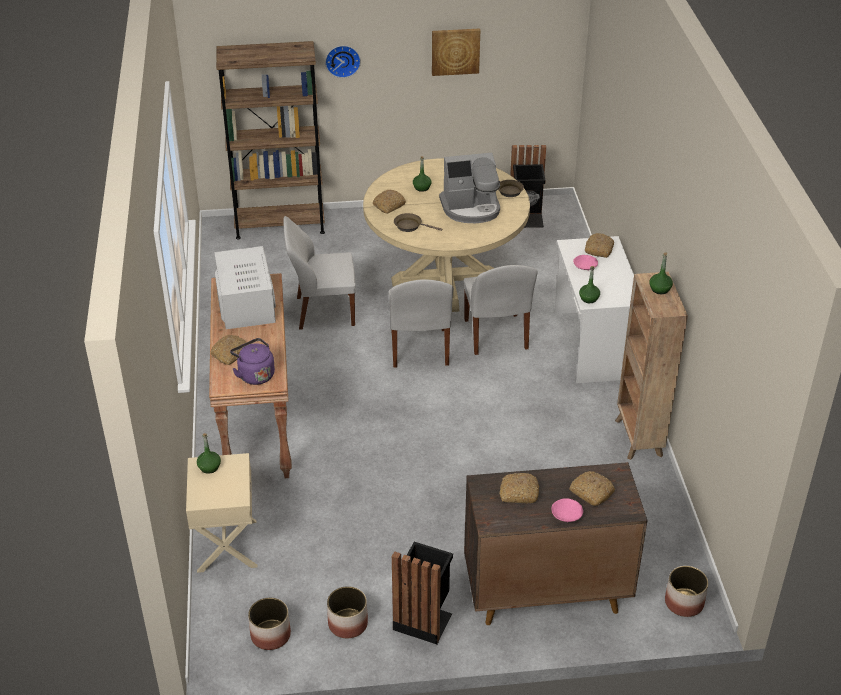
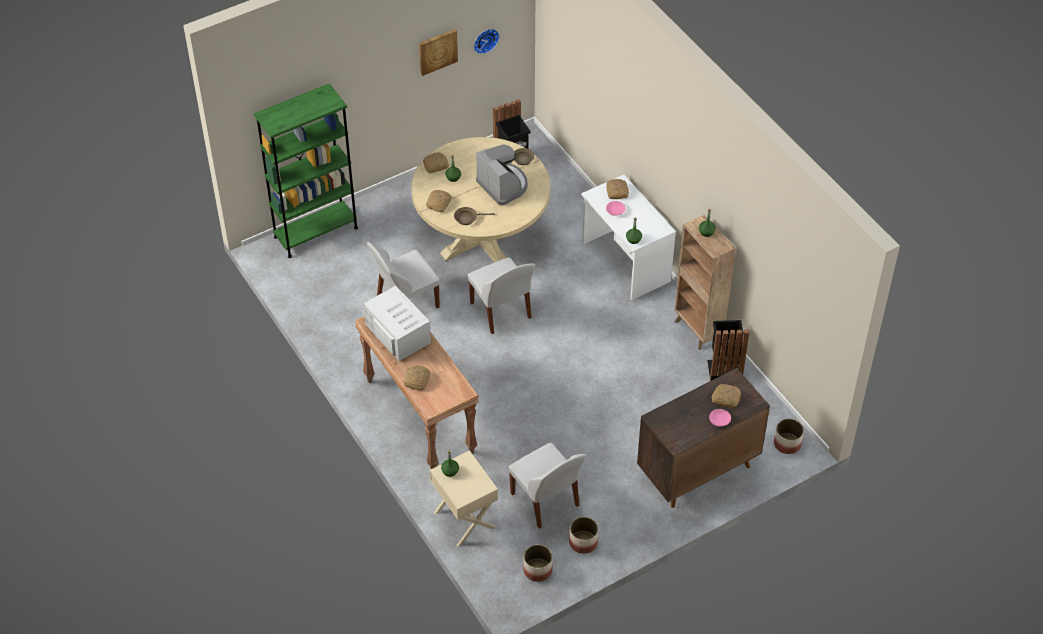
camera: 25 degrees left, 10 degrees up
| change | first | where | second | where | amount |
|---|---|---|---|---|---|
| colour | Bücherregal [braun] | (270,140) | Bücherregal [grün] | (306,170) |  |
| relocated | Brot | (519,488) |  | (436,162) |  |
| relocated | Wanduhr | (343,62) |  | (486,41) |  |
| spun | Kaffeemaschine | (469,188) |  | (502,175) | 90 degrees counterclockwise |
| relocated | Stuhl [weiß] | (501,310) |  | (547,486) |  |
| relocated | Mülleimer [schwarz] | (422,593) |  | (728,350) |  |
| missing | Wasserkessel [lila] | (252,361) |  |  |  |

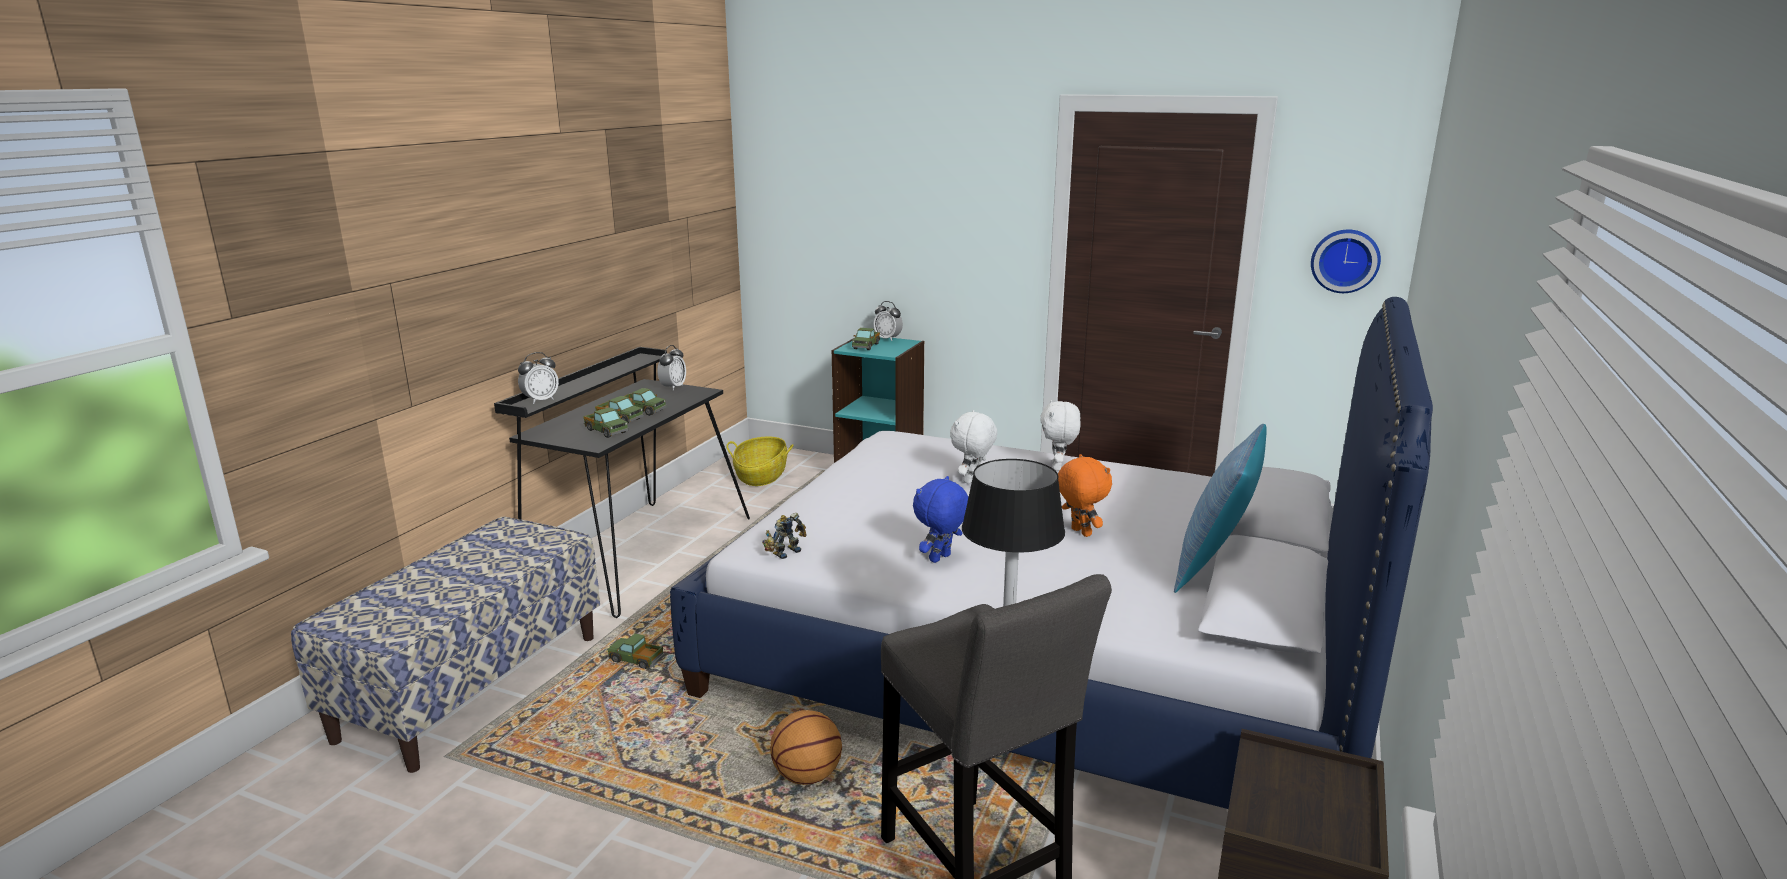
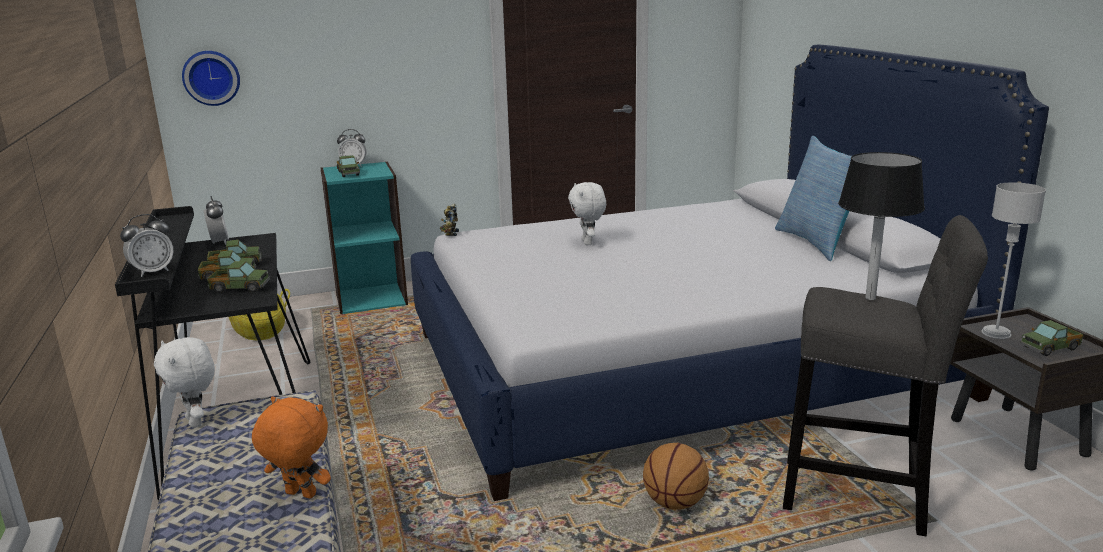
camera: 40 degrees left, 0 degrees up
| change | first | where | second | where | amount |
|---|---|---|---|---|---|
| spun | Wecker | (538,378) |  | (147,245) | 45 degrees clockwise |
| relocated | Plüschtier [weiß] | (1060,435) |  | (184,382) |  |
| relocated | Wanduhr | (1346,261) |  | (211,78) |  |
| relocated | Plüschtier [orange] | (1085,495) |  | (291,448) |  |
| relocated | Spielzeugroboter | (784,536) |  | (449,220) |  |
| appeared |  |  | Tischlampe [grau] | (1013,260) |  |
| relocated | Spielzeuglaster | (635,651) |  | (1052,338) |  |
| missing | Plüschtier [blau] | (940,519) |  |  |  |

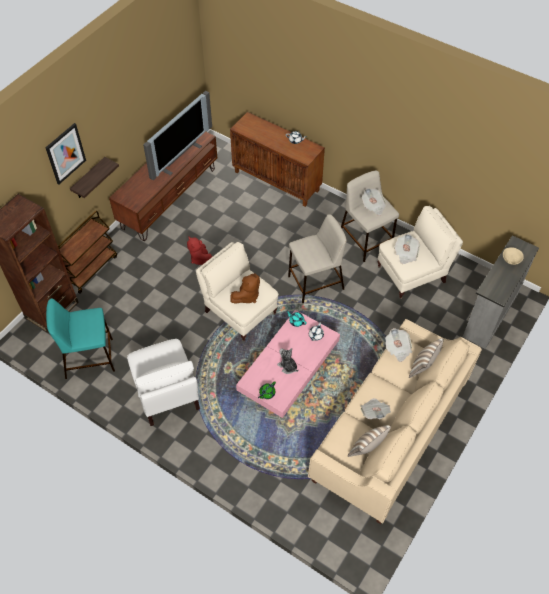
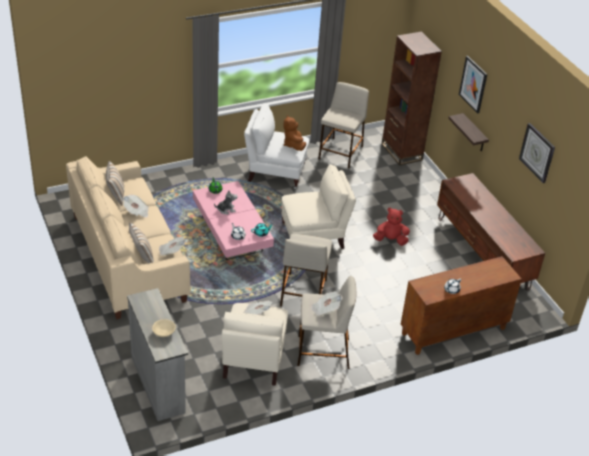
camera: 120 degrees right, 15 degrees down
| change | first | where | second | where | amount |
|---|---|---|---|---|---|
| relocated | Plüschtier [braun] | (245,288) |  | (294,133) |  |
| colour | Hocker [türkis] | (80,338) | Hocker [beige] | (344,125) |  |
| appeared |  |  | Wanduhr | (537,153) |  |
| missing | Rollwagen [braun] | (87,252) |  |  |  |
| missing | Fernseher | (177,135) |  |  |  |

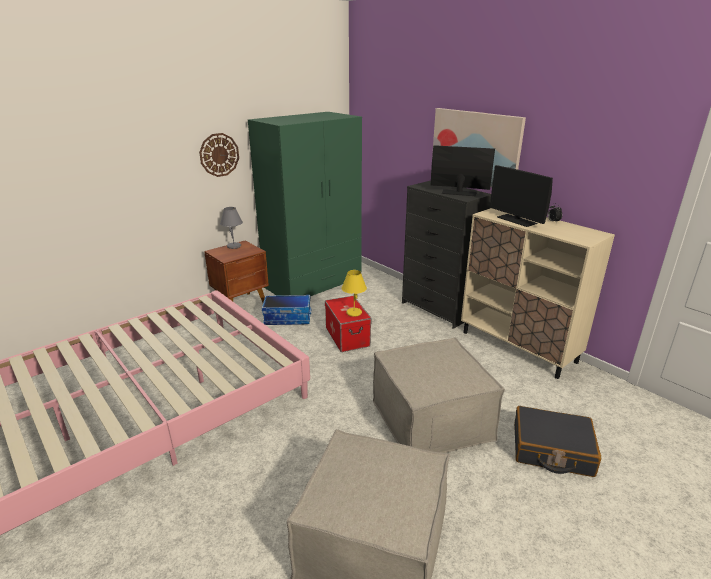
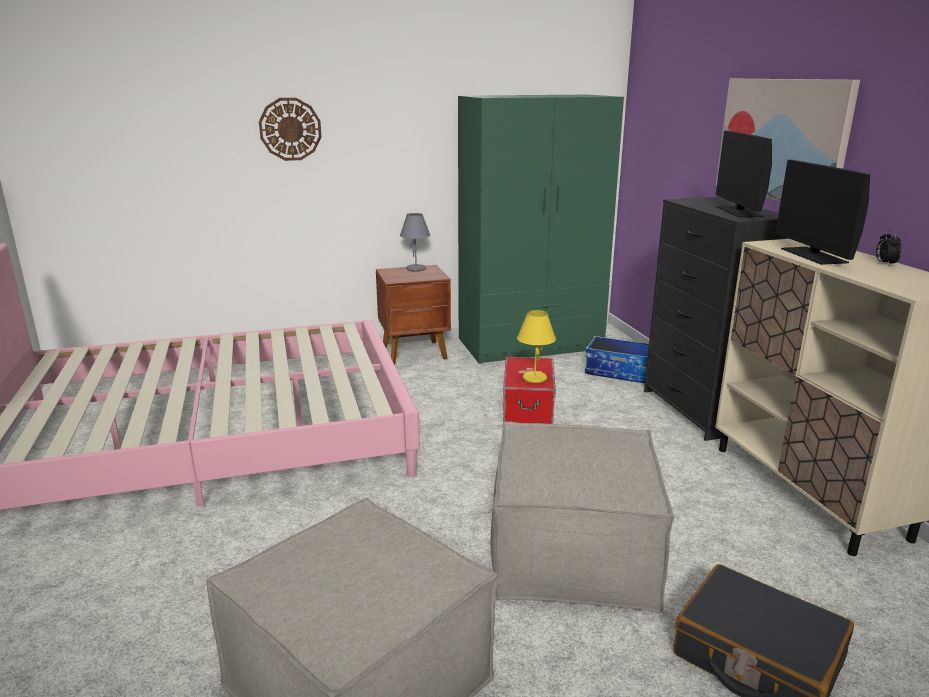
camera: 25 degrees right, 5 degrees down
| change | first | where | second | where | amount |
|---|---|---|---|---|---|
| relocated | Wanduhr | (219,155) |  | (290,129) |  |
| relocated | Aufbewahrungsbox | (286,310) |  | (617,359) |  |
| spun | Monitor | (463,170) |  | (744,174) | 135 degrees counterclockwise |

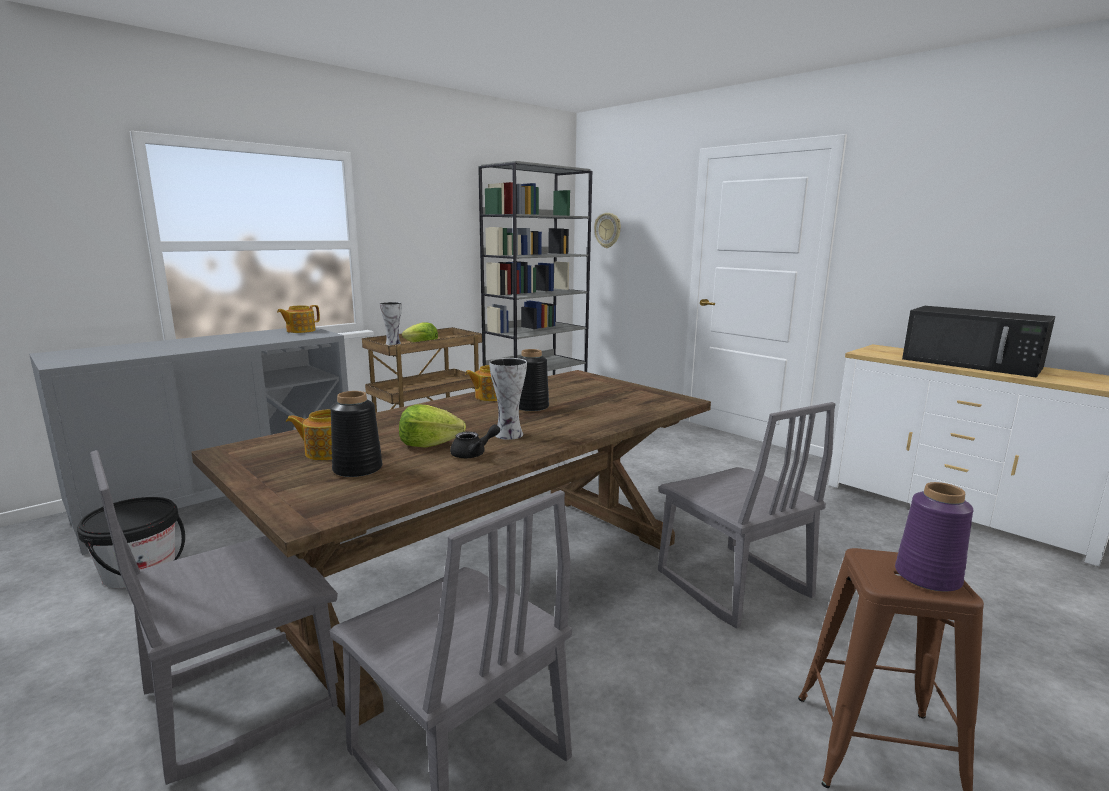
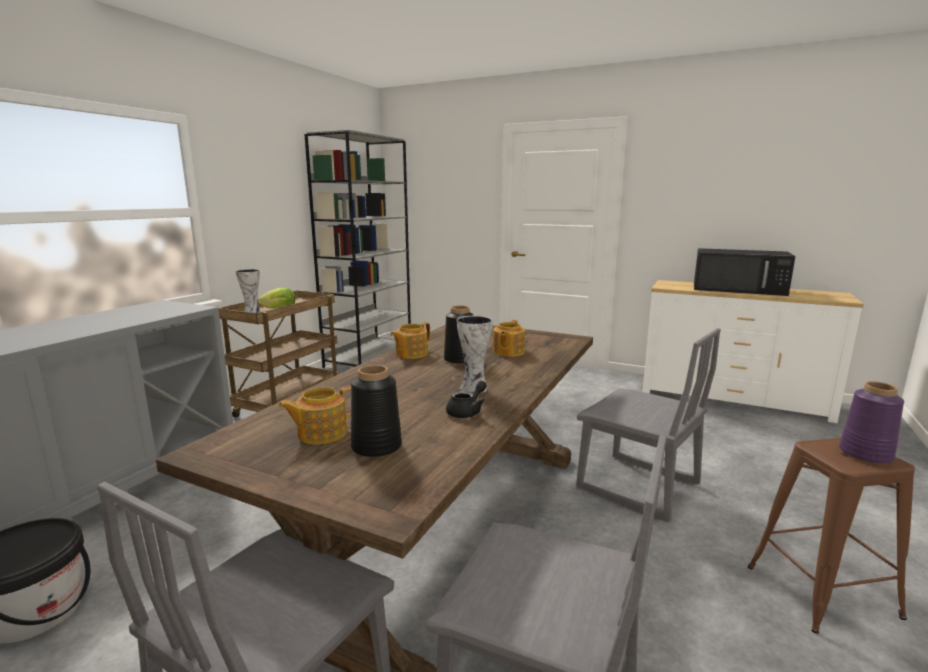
camera: 20 degrees left, 0 degrees up
| change | first | where | second | where | amount |
|---|---|---|---|---|---|
| relocated | Teekanne | (298,319) |  | (509,338) |  |
| missing | Salatkopf | (432,426) |  |  |  |
| missing | Wanduhr | (607,230) |  |  |  |

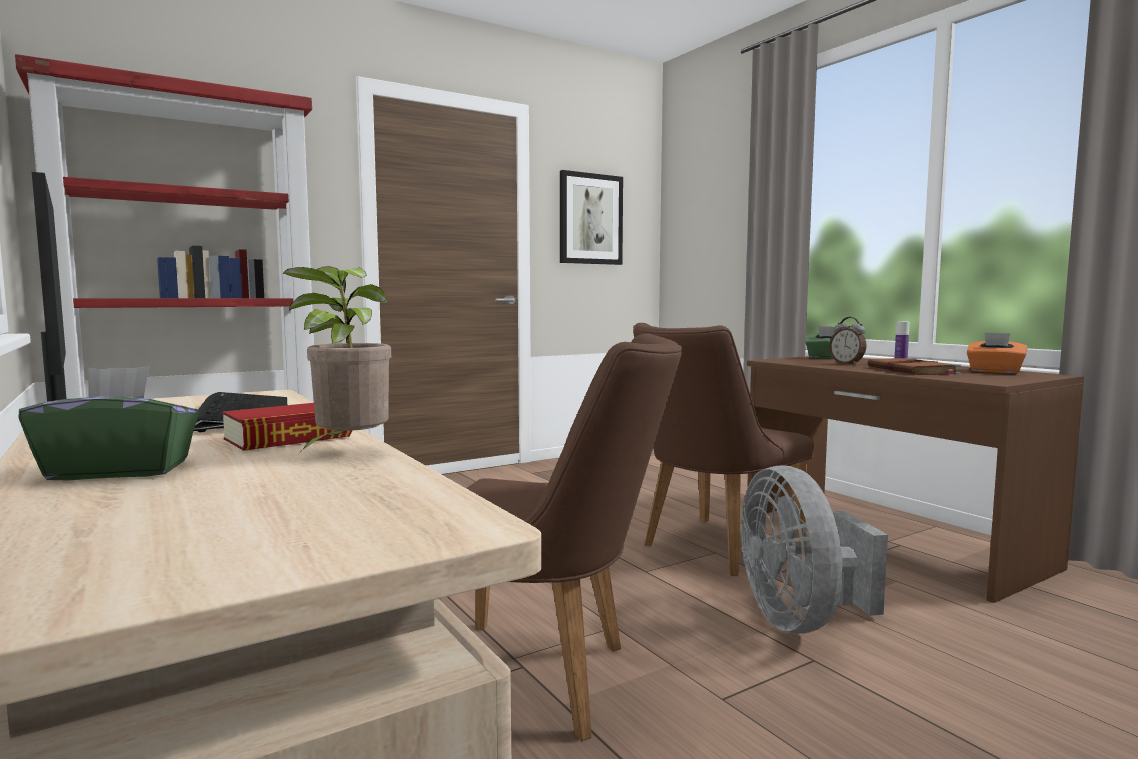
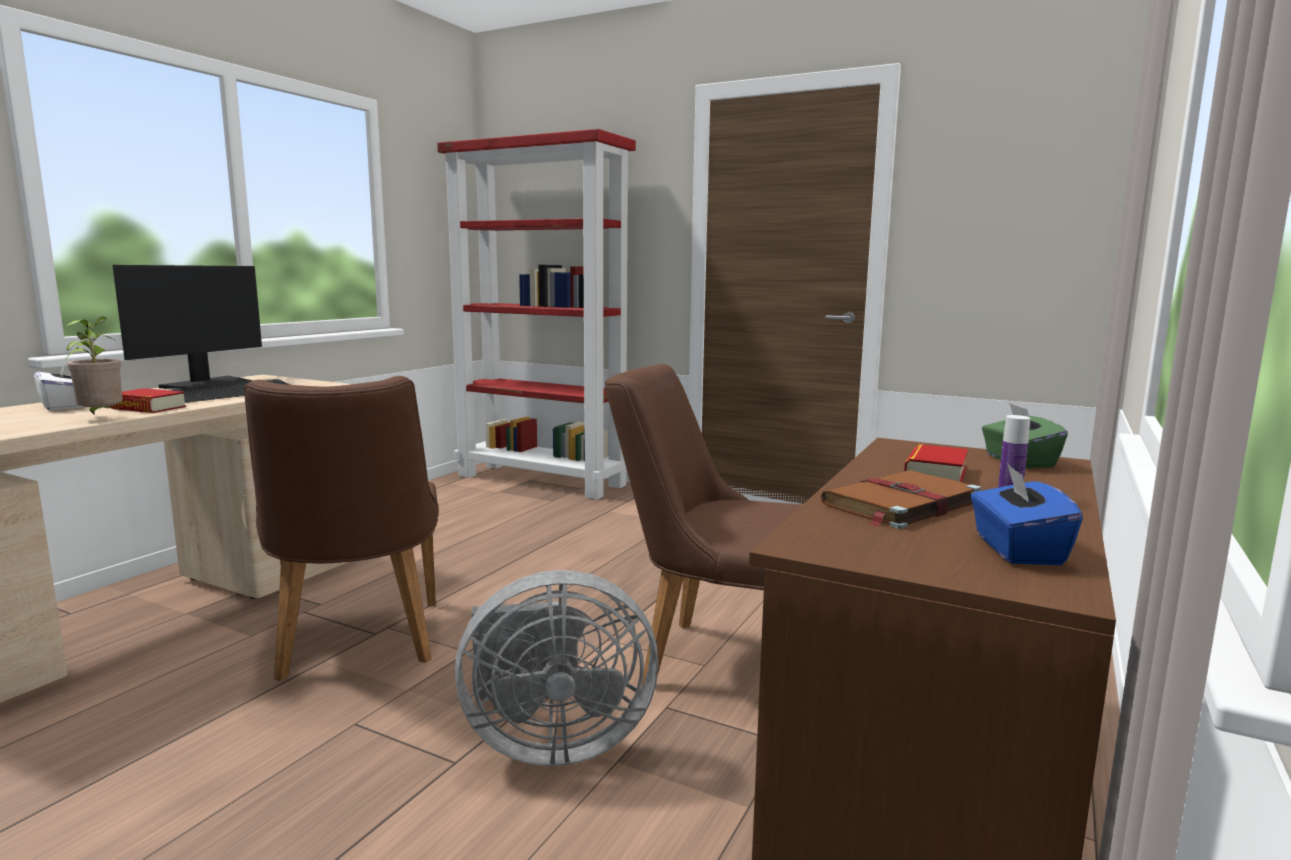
camera: 60 degrees right, 5 degrees up
| change | first | where | second | where | amount |
|---|---|---|---|---|---|
| colour | Taschentuchbox [grün] | (108,423) | Taschentuchbox [weiß] | (58,385) |  |
| spun | Ventilator [grau] | (814,549) |  | (556,668) | 150 degrees counterclockwise |
| exchanged | Wecker | (848,341) | Buch | (936,463) |  |
| colour | Taschentuchbox [orange] | (997,353) | Taschentuchbox [blau] | (1027,514) |  |
| missing | Bild | (591,217) |  |  |  |

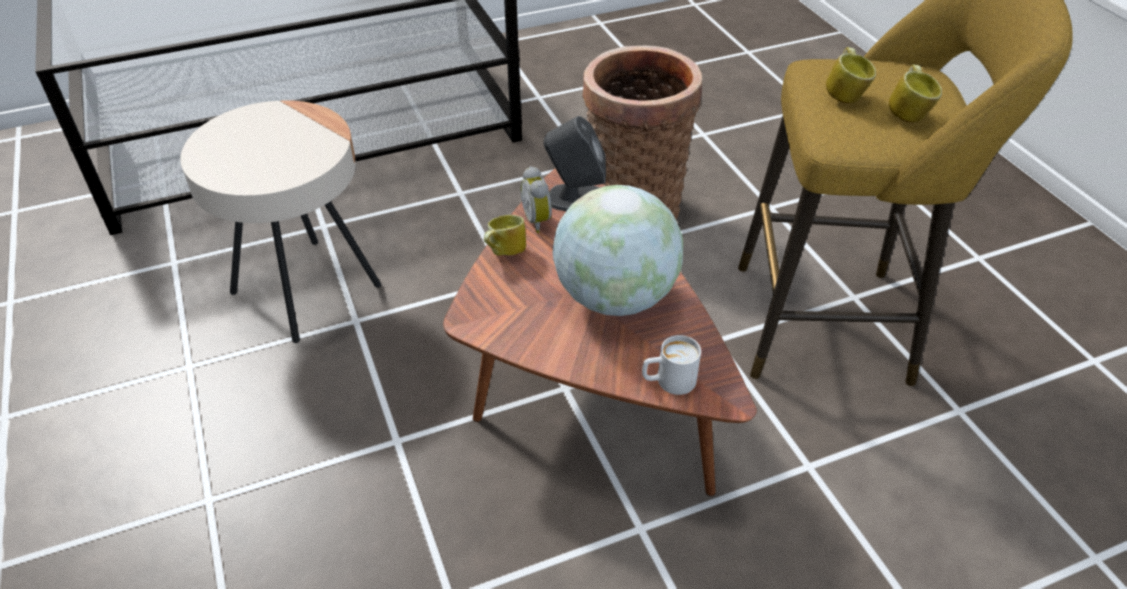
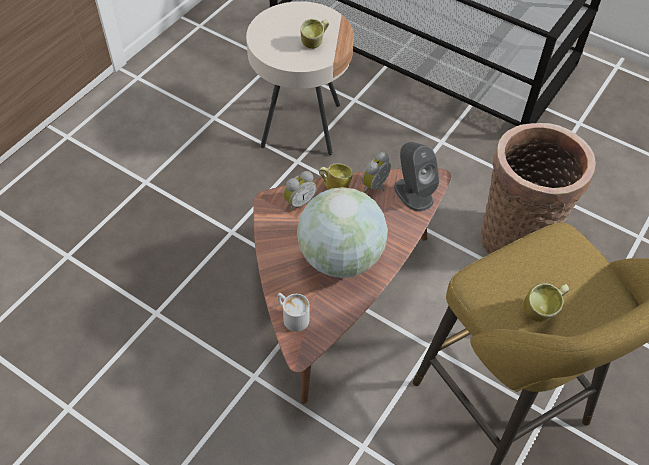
camera: 55 degrees right, 10 degrees up
| change | first | where | second | where | amount |
|---|---|---|---|---|---|
| appeared |  |  | Wecker | (300,191) |  |
| relocated | Henkelbecher | (851,75) |  | (315,34) |  |

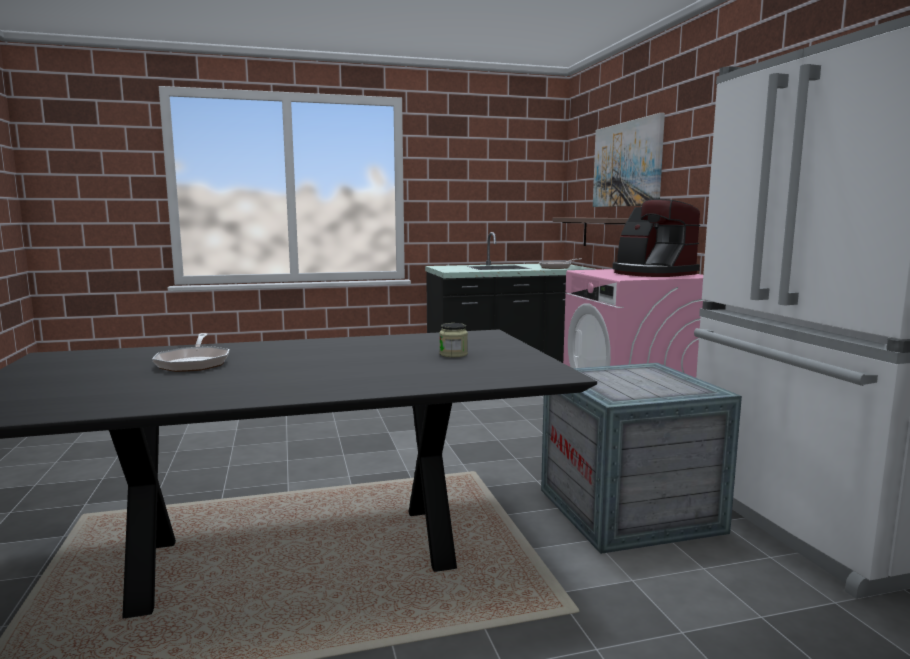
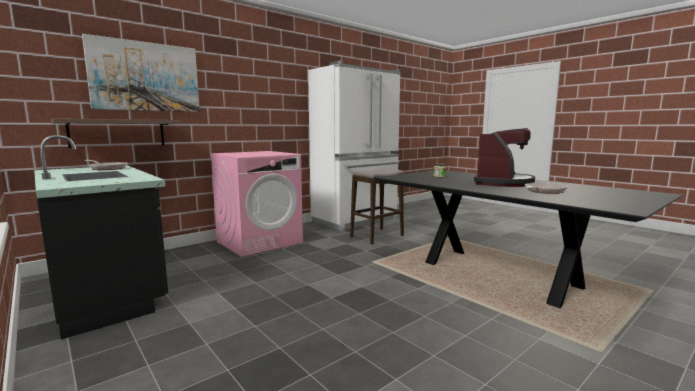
camera: 115 degrees left, 0 degrees up
| change | first | where | second | where | amount |
|---|---|---|---|---|---|
| exchanged | Kiste | (641,458) | Hocker | (377,206) |  |
| relocated | Kaffeemaschine | (656,238) |  | (504,157) |  |

